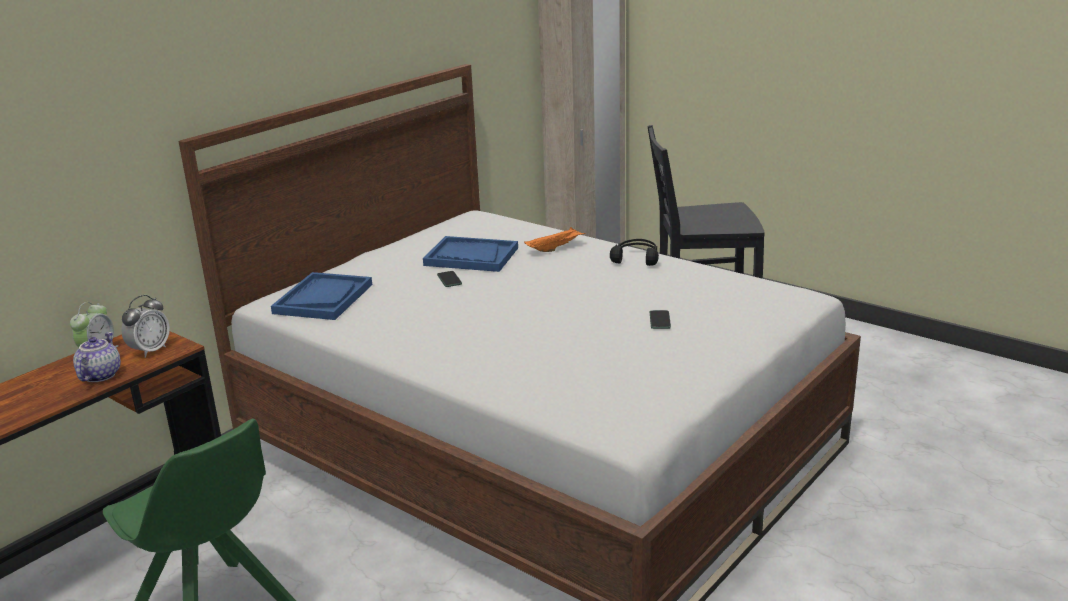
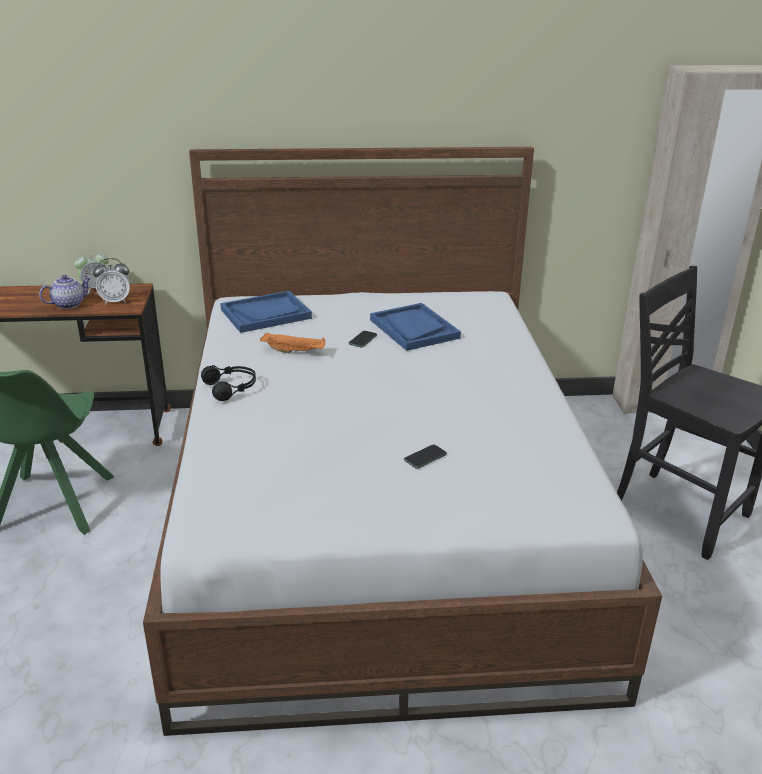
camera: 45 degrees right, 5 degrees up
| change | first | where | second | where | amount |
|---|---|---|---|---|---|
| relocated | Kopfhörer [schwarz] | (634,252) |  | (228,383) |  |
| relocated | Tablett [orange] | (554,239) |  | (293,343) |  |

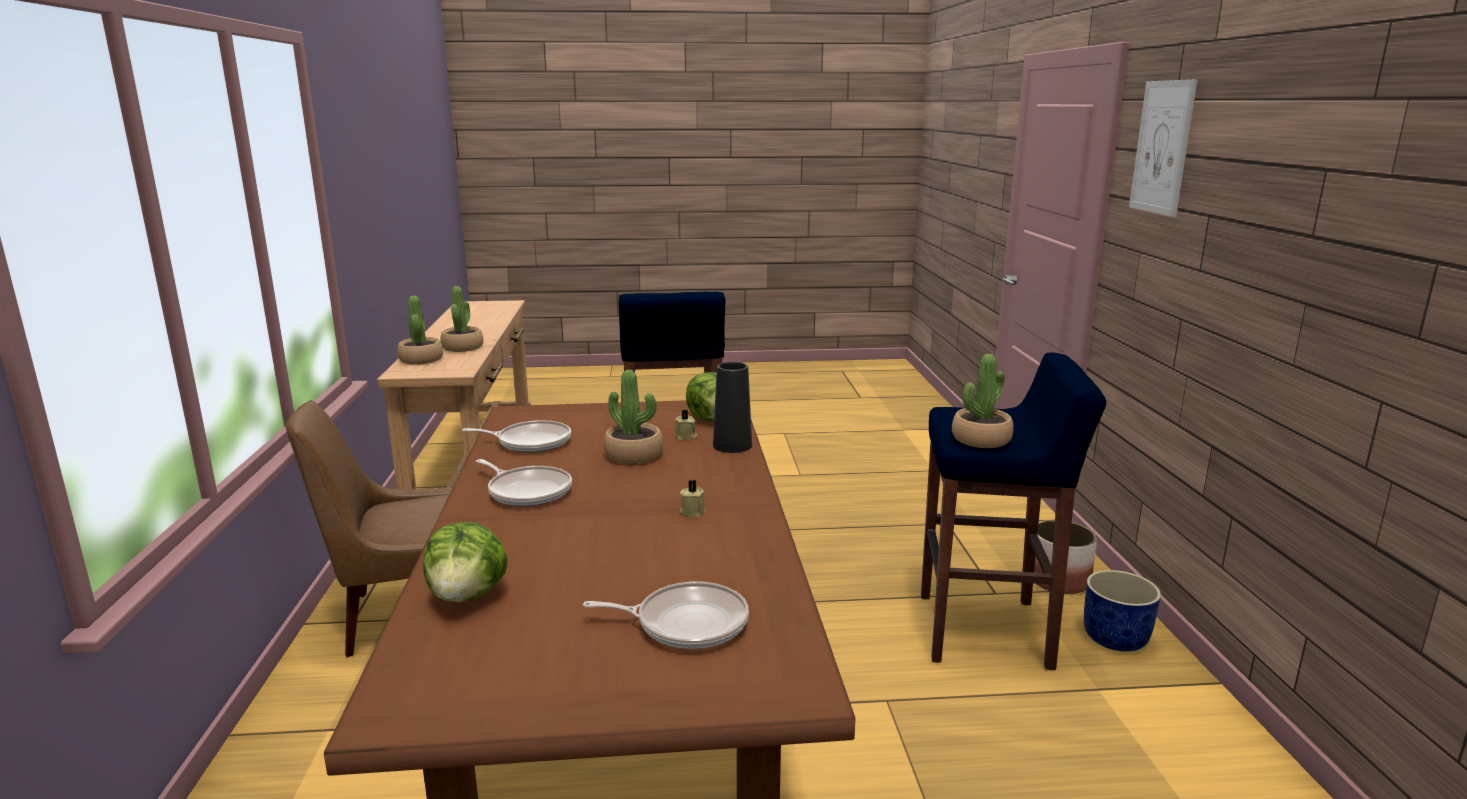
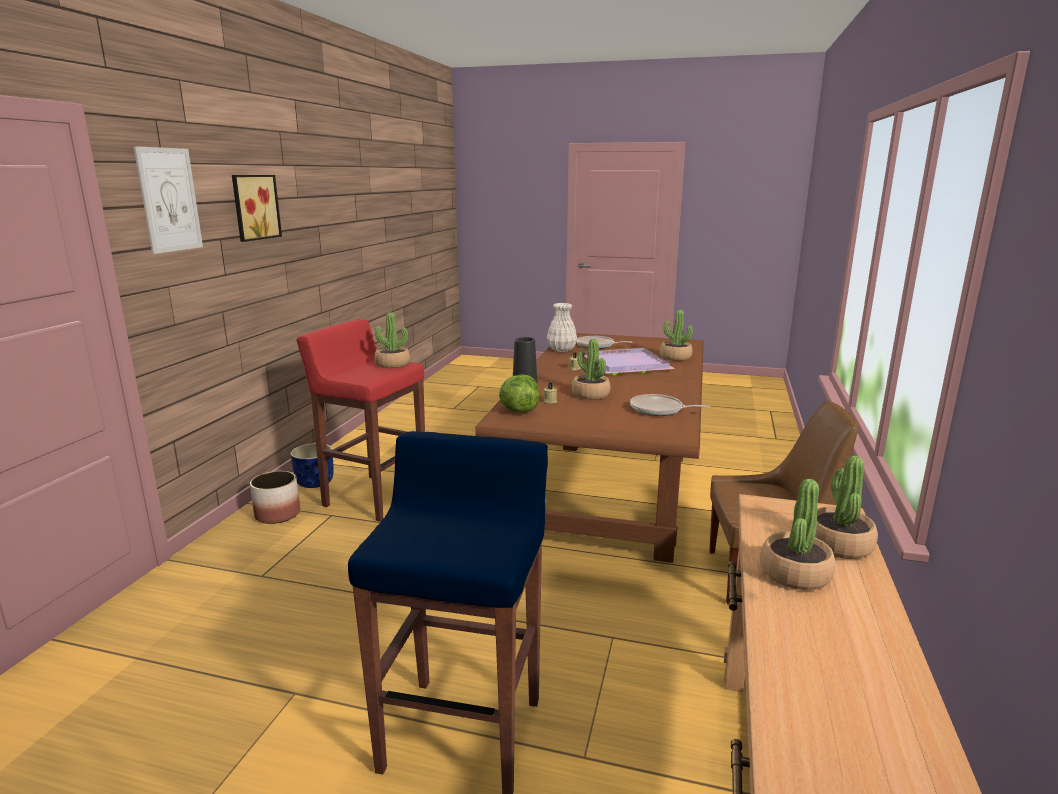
camera: 160 degrees left, 0 degrees up
| change | first | where | second | where | amount |
|---|---|---|---|---|---|
| appeared |  |  | Bild | (257,208) |  |
| colour | Hocker [blau] | (1013,511) | Hocker [rot] | (361,420) |  |
| appeared |  |  | Vase [weiß] | (562,327) |  |
| appeared |  |  | Tablett [lila] | (629,361) |  |
| exchanged | Salatkopf | (465,562) | Topfpflanze | (676,335) |  |
| missing | Pfanne | (524,483) |  |  |  |

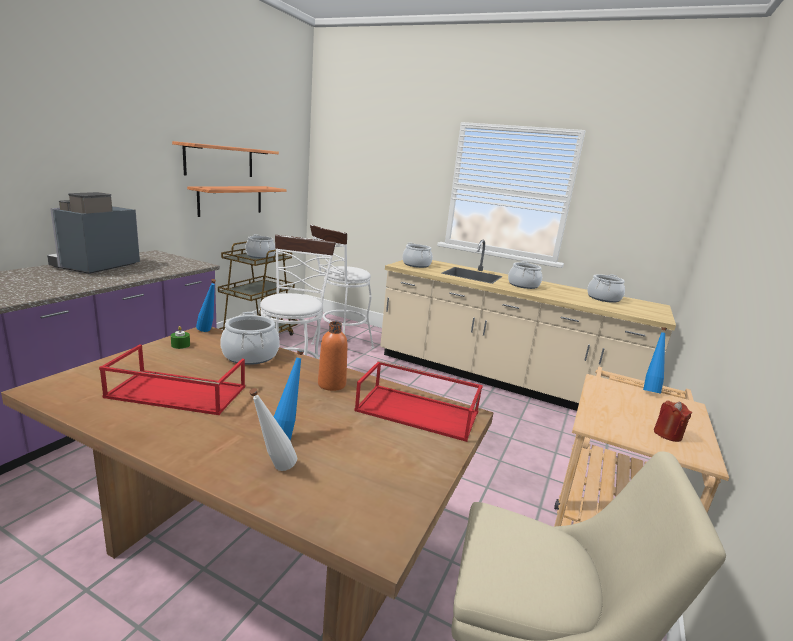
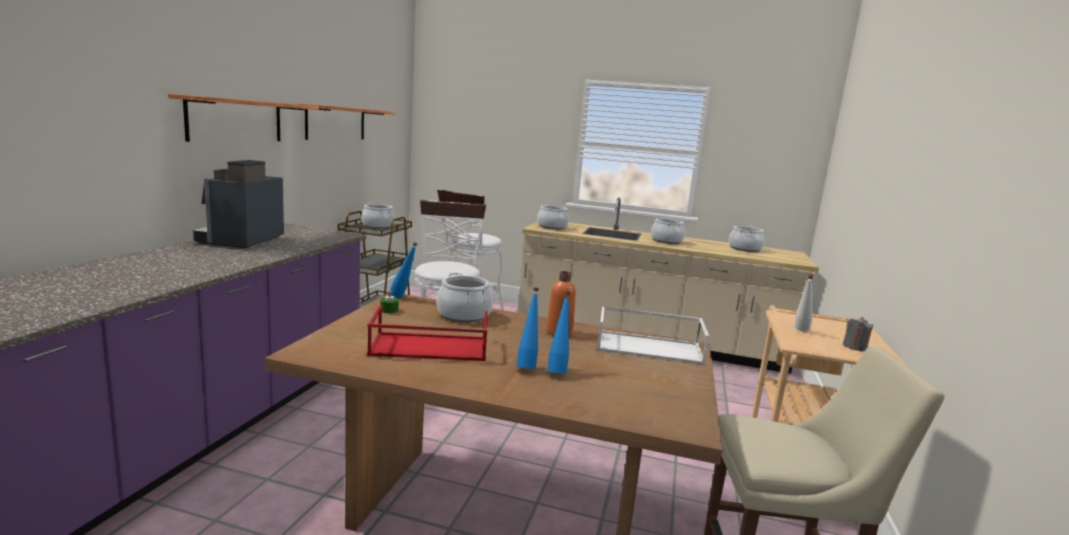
camera: 10 degrees left, 5 degrees down
| change | first | where | second | where | amount |
|---|---|---|---|---|---|
| relocated | Wandregal | (236,201) |  | (243,117) |  |
| relocated | Flasche [blau] | (655,360) |  | (528,328) |  |
| colour | Tablett [rot] | (418,401) | Tablett [weiß] | (653,335) |  |
| relocated | Flasche [weiß] | (273,429) |  | (804,303) |  |
| colour | Kerze [rot] | (673,421) | Kerze [grau] | (858,334) |  |

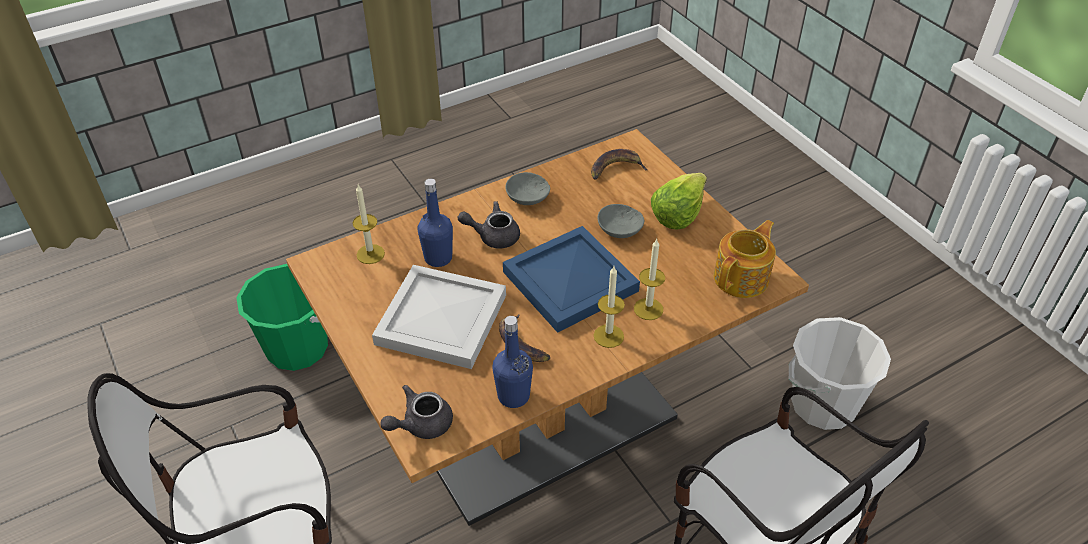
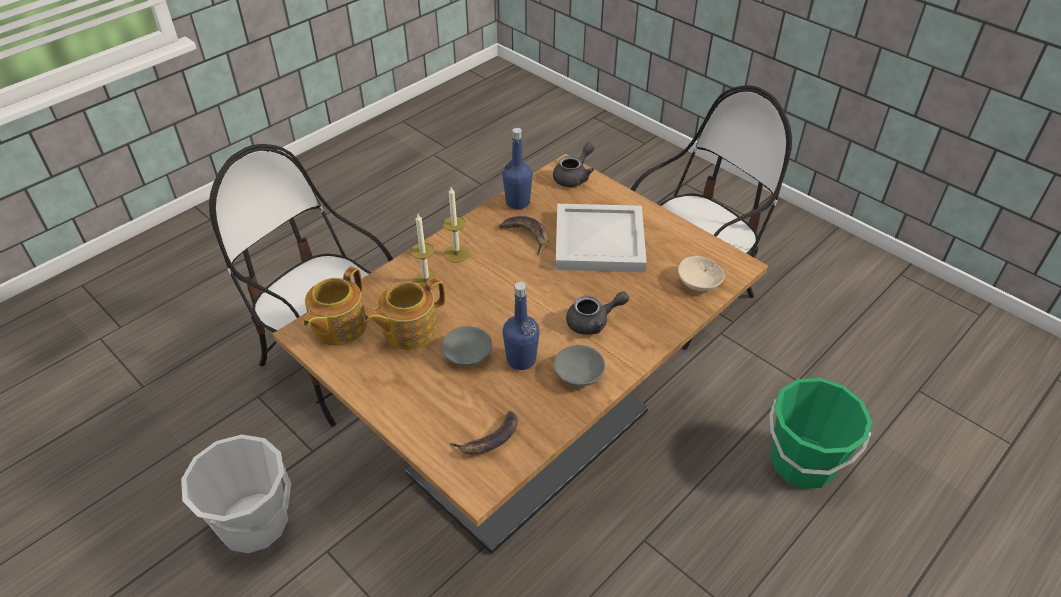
camera: 165 degrees right, 0 degrees up
| change | first | where | second | where | amount |
|---|---|---|---|---|---|
| appeared |  |  | Teekanne | (404,313) |  |
| relocated | Flasche [blau] | (435,223) |  | (521,326) |  |
| exchanged | Kerze | (368,224) | Schüssel [beige] | (701,273) |  |
| missing | Tablett [blau] | (571,279) |  |  |  |
| missing | Salatkopf | (679,201) |  |  |  |

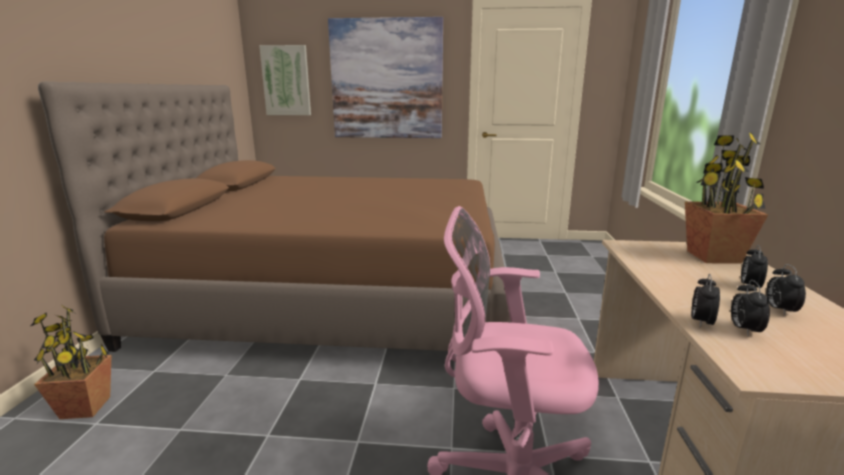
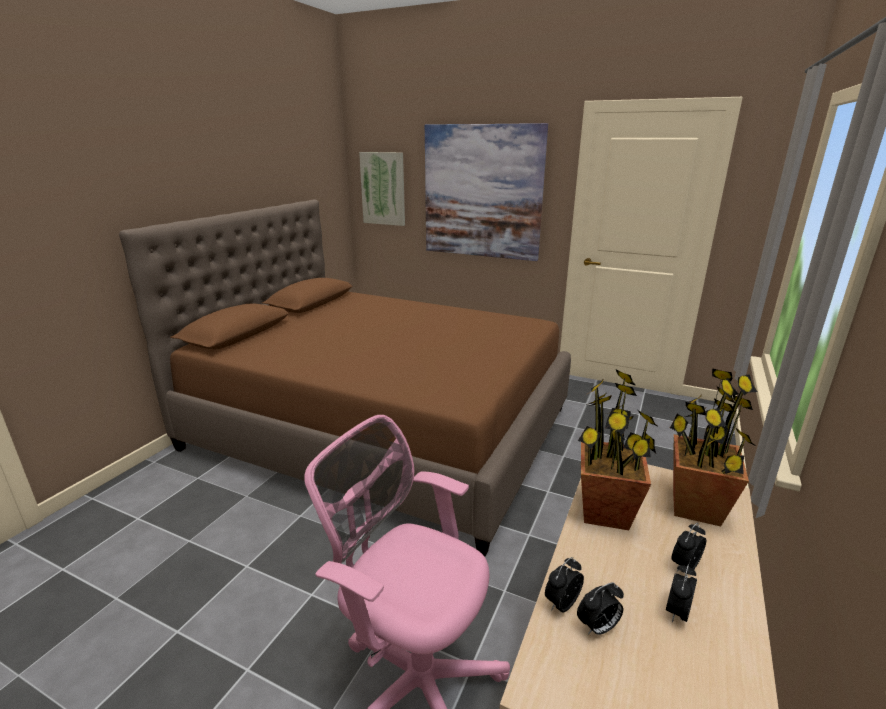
camera: 20 degrees right, 5 degrees up
| change | first | where | second | where | amount |
|---|---|---|---|---|---|
| spun | Wecker | (750,308) |  | (600,608) | 150 degrees counterclockwise |
| relocated | Topfpflanze | (71,362) |  | (618,450) |  |

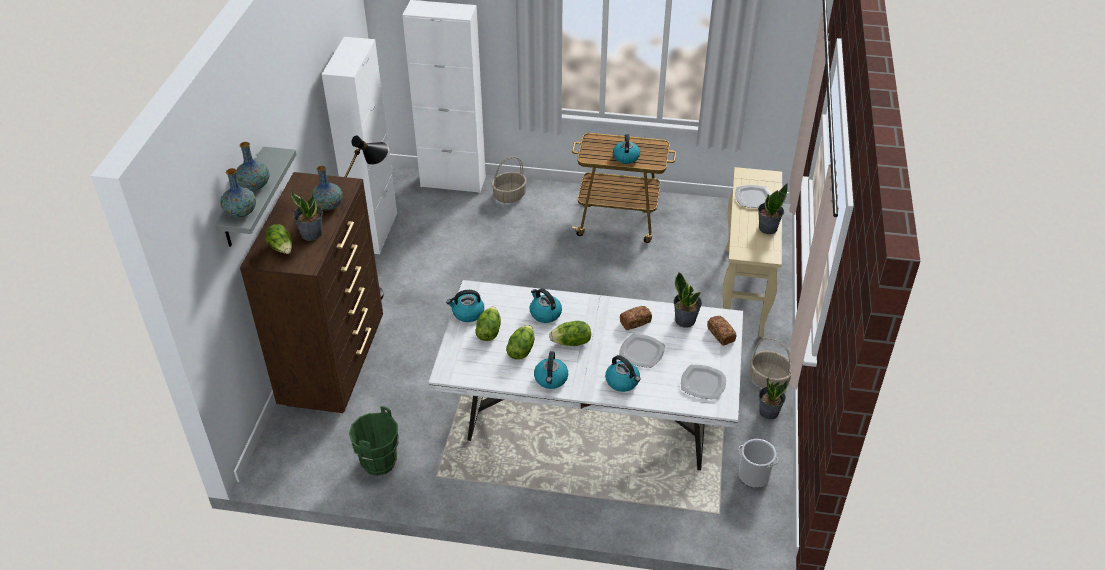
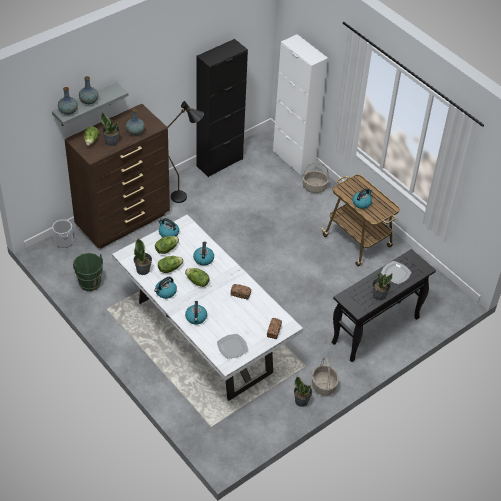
camera: 40 degrees right, 5 degrees up
| change | first | where | second | where | amount |
|---|---|---|---|---|---|
| relocated | Eimer | (758,463) |  | (62,233) |  |
| relocated | Topfpflanze | (687,300) |  | (142,256) |  |
| colour | Schrank [weiß] | (359,145) | Schrank [schwarz] | (222,108) |  |
| colour | Konsolentisch [beige] | (752,252) | Konsolentisch [schwarz] | (383,305) |  |
| missing | Teller | (642,351) |  |  |  |

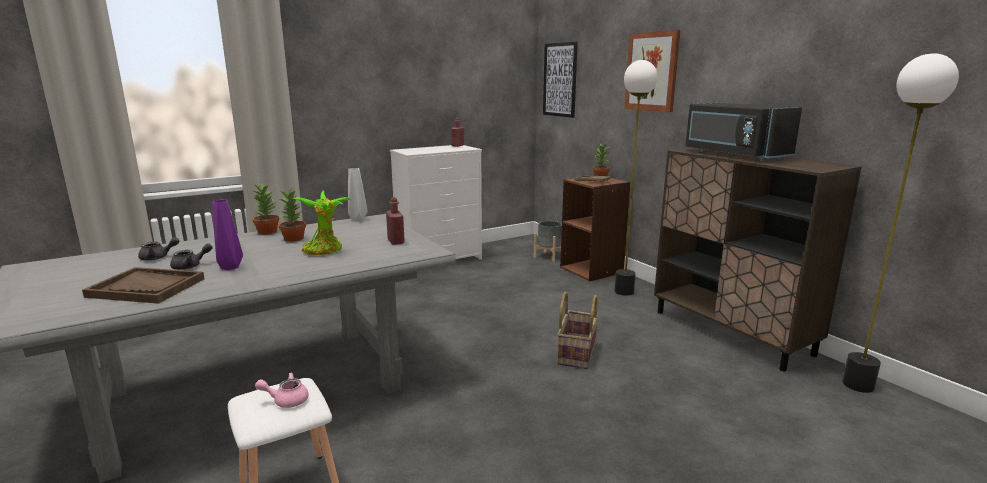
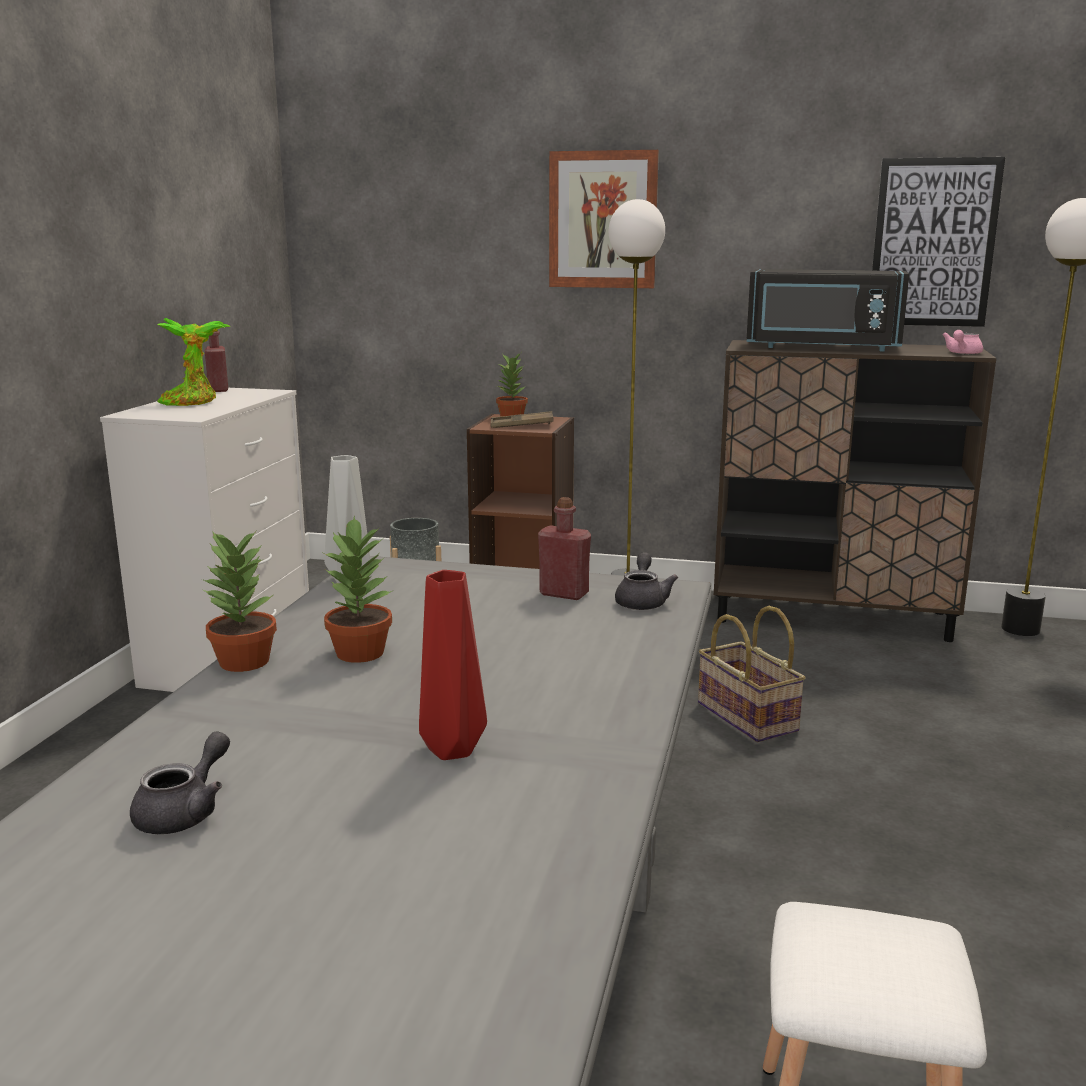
camera: 45 degrees left, 0 degrees up
| change | first | where | second | where | amount |
|---|---|---|---|---|---|
| relocated | Topfpflanze | (321,223) |  | (194,362) |  |
| colour | Vase [lila] | (227,235) | Vase [rot] | (453,665) |  |
| relocated | Teekanne [grau] | (191,256) |  | (646,581) |  |
| relocated | Bild | (560,80) |  | (938,242) |  |
| relocated | Teekanne [rosa] | (282,390) |  | (962,342) |  |
| missing | Tablett [braun] | (143,285) |  |  |  |

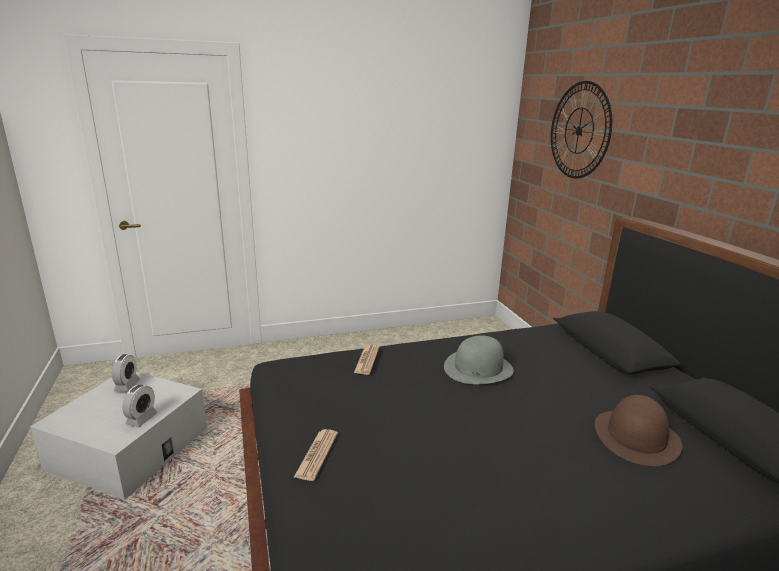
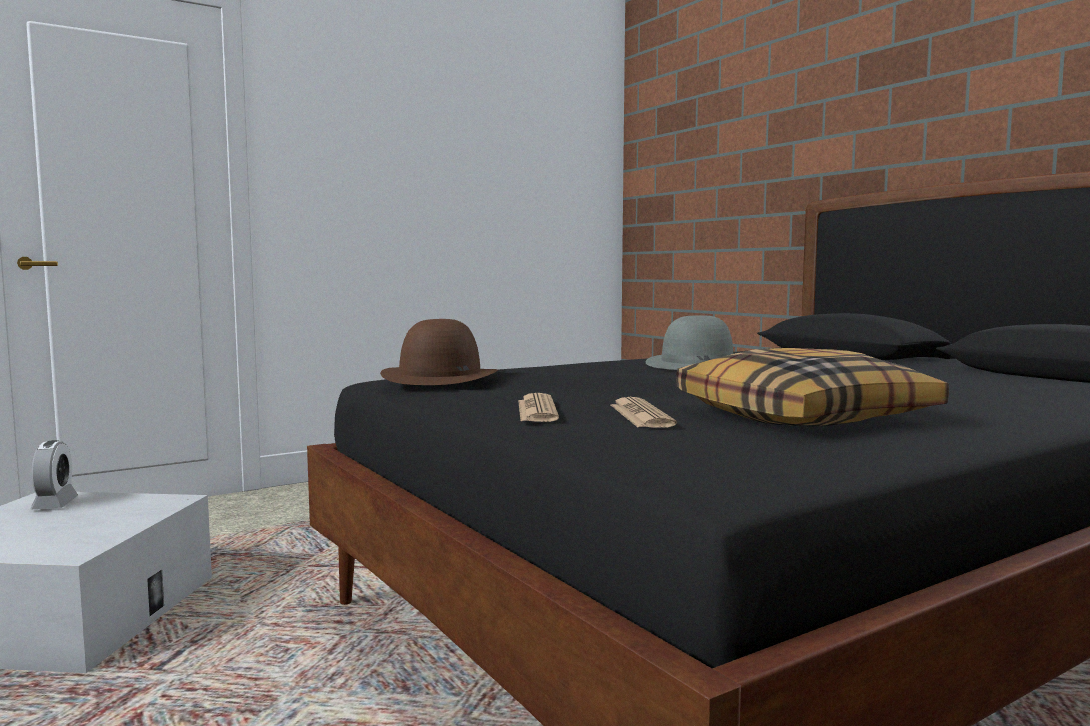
camera: 15 degrees left, 15 degrees down
| change | first | where | second | where | amount |
|---|---|---|---|---|---|
| relocated | Hut [braun] | (638,430) |  | (439,352) |  |
| relocated | Zeitung | (366,360) |  | (644,412) |  |
| appeared |  |  | Kissen | (812,387) |  |
| missing | Wecker | (140,405) |  |  |  |
| missing | Wanduhr | (581,130) |  |  |  |

